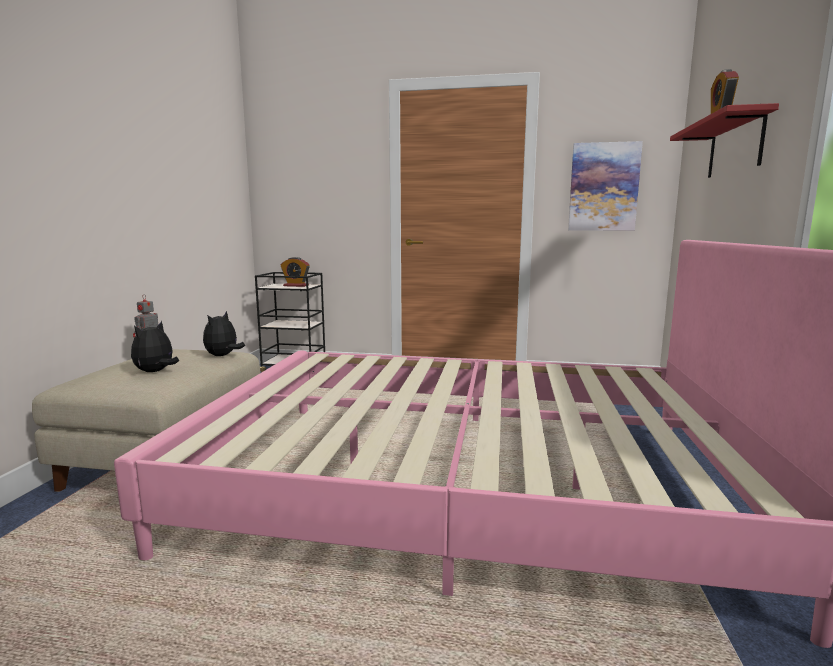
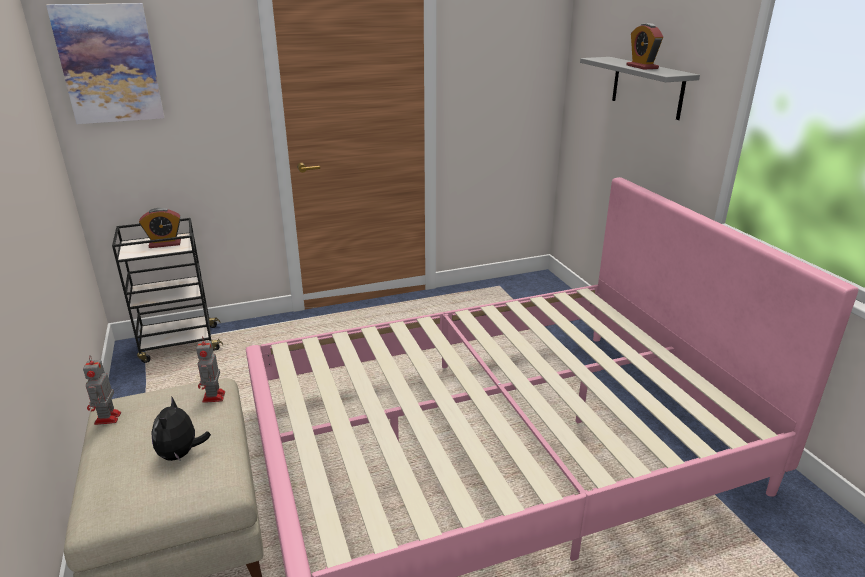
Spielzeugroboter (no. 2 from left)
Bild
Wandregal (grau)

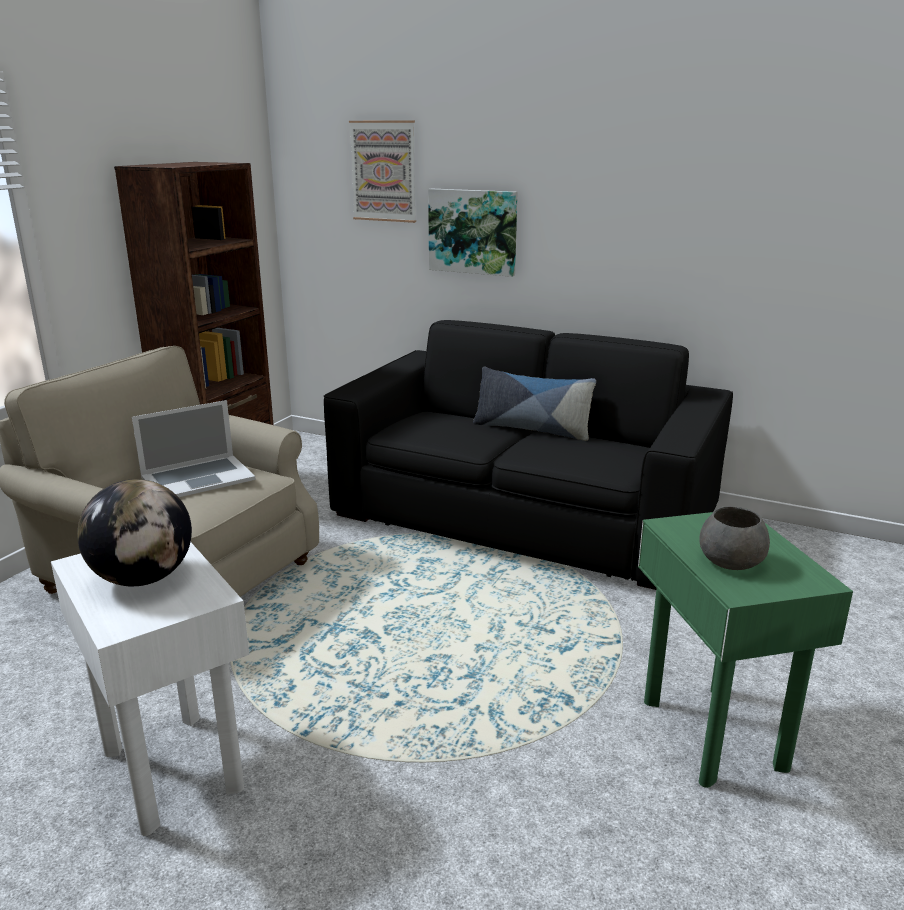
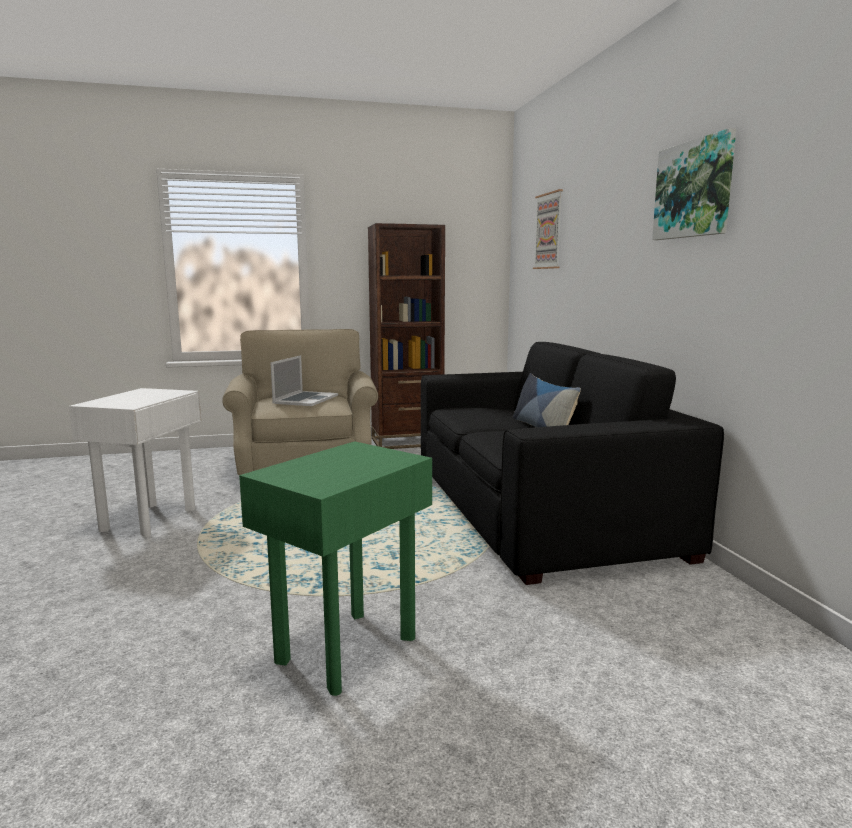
Globus
Laptop
Bild (no. 2 from left)
Schüssel (grau)

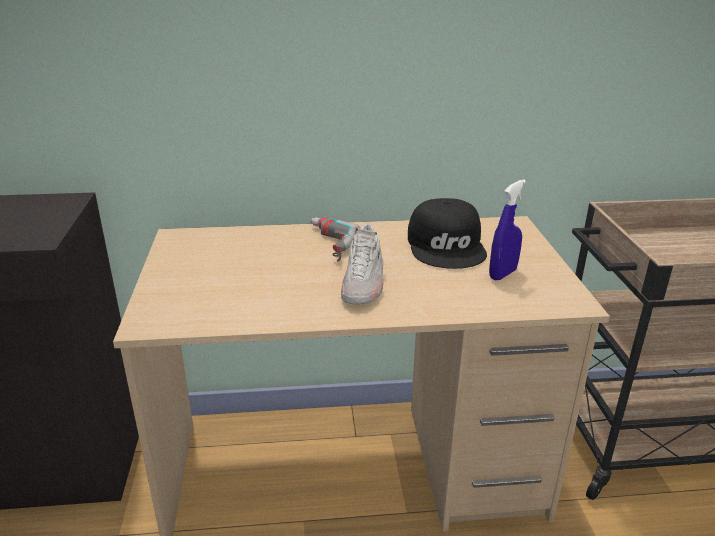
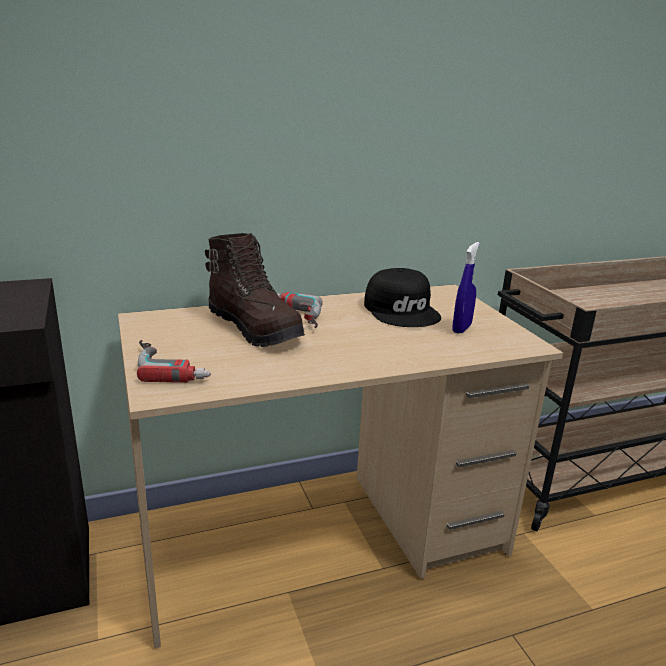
Schuh (weiß)
Bohrmaschine (no. 1 from left)
Stiefel (braun)

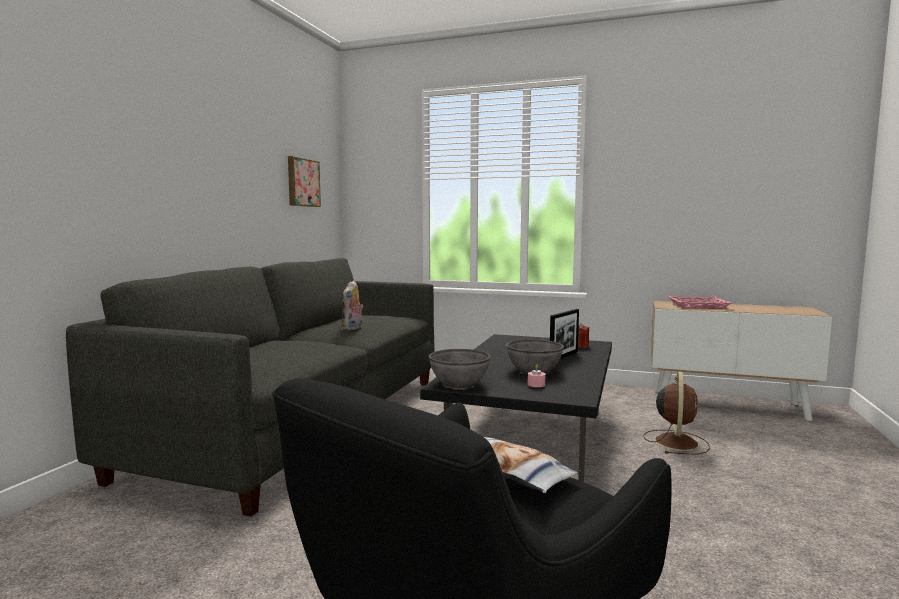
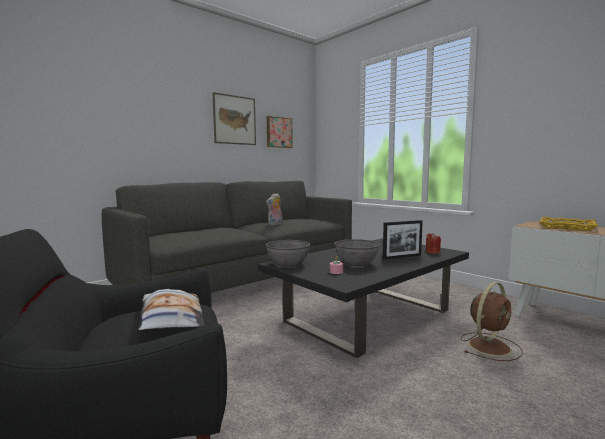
Tablett (gelb)
Bild (no. 1 from left)

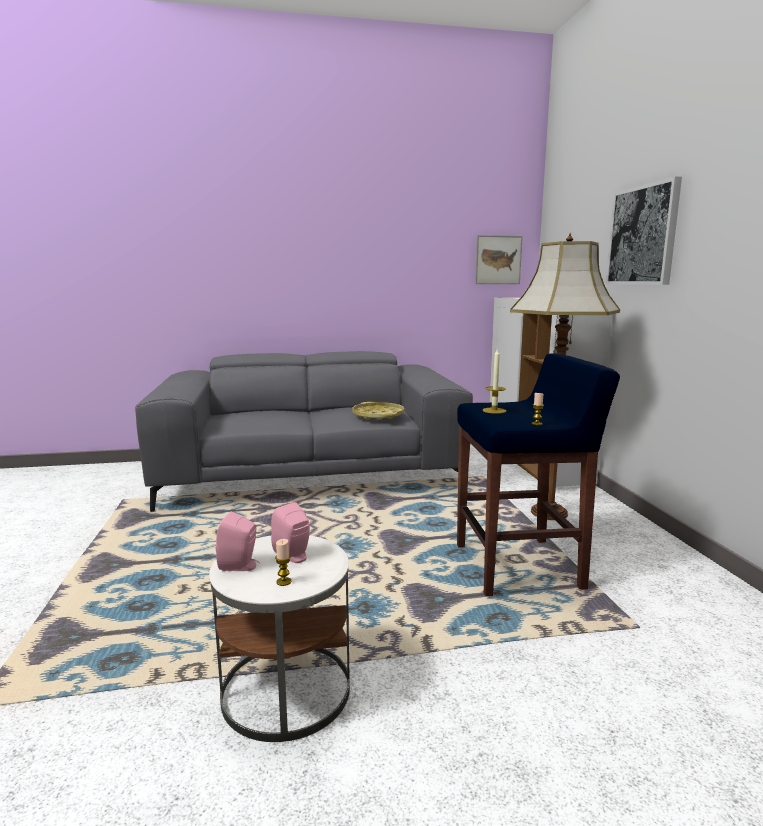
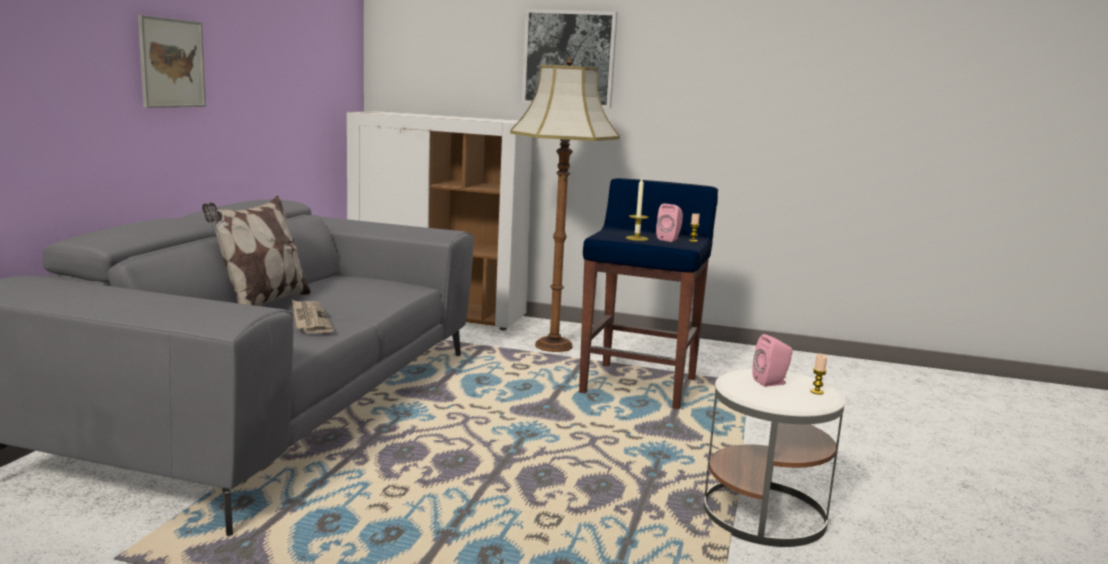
Lautsprecher (rosa) (no. 1 from left)
Tablett (gelb)
Bild (no. 1 from left)
Kissen
Zeitung

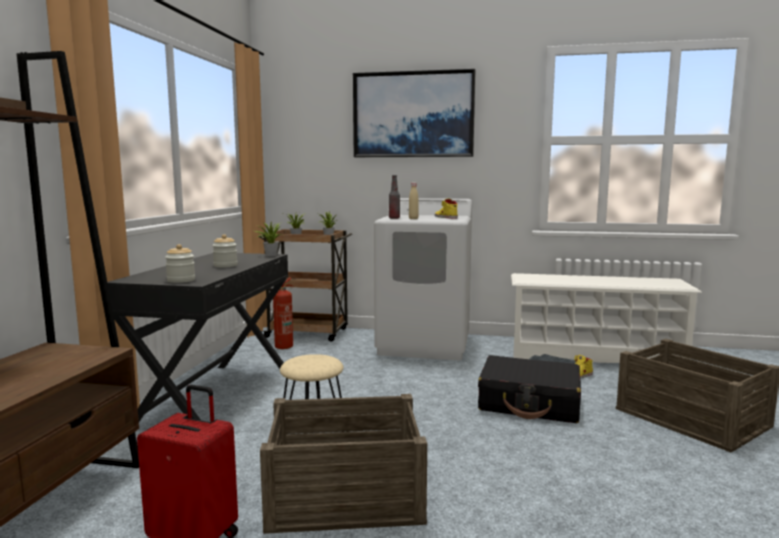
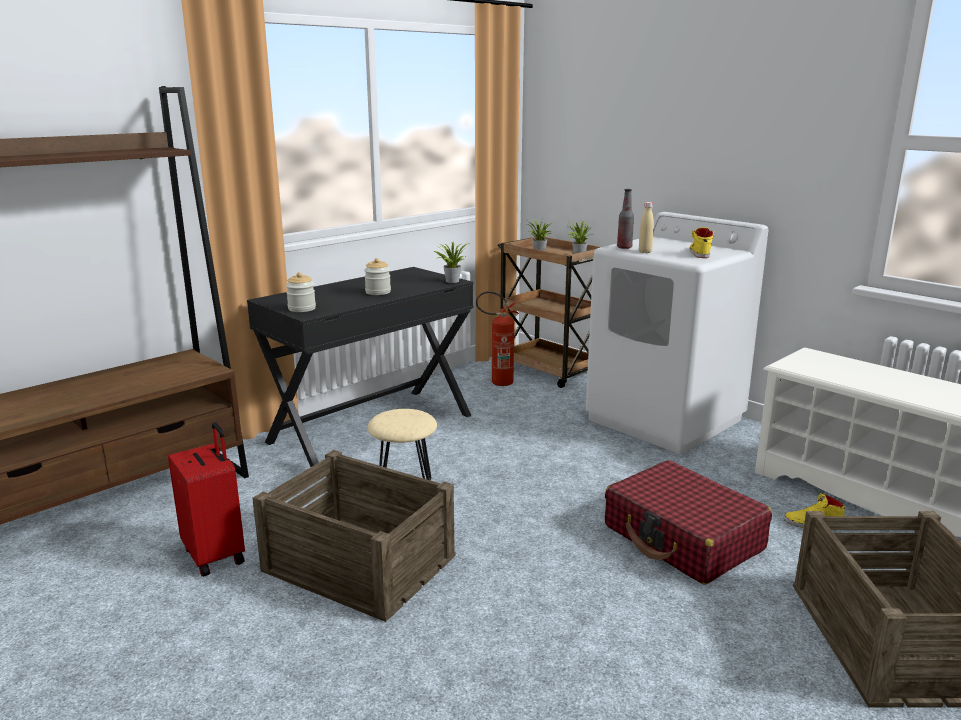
Bild
Koffer (rot) (no. 2 from left)

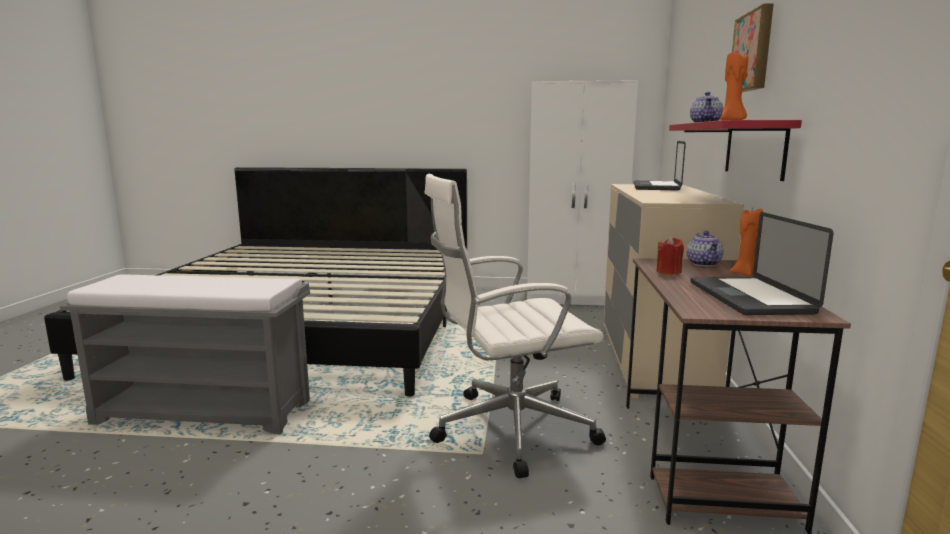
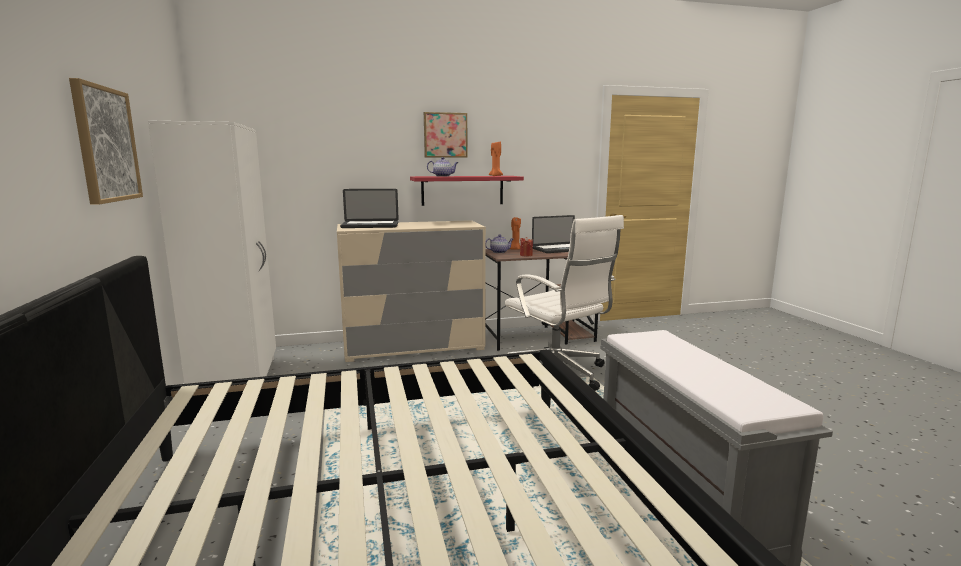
Bild (no. 1 from left)

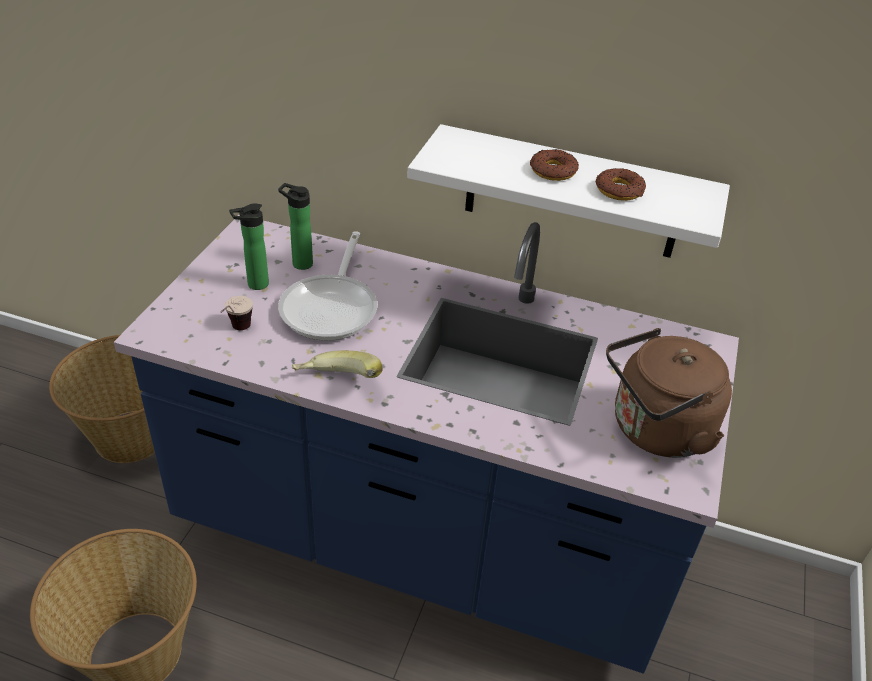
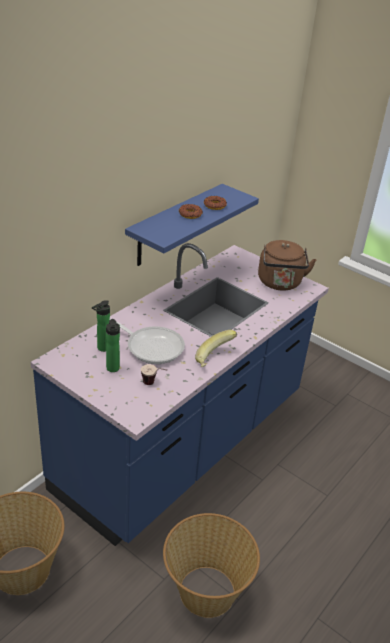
Wandregal (blau)

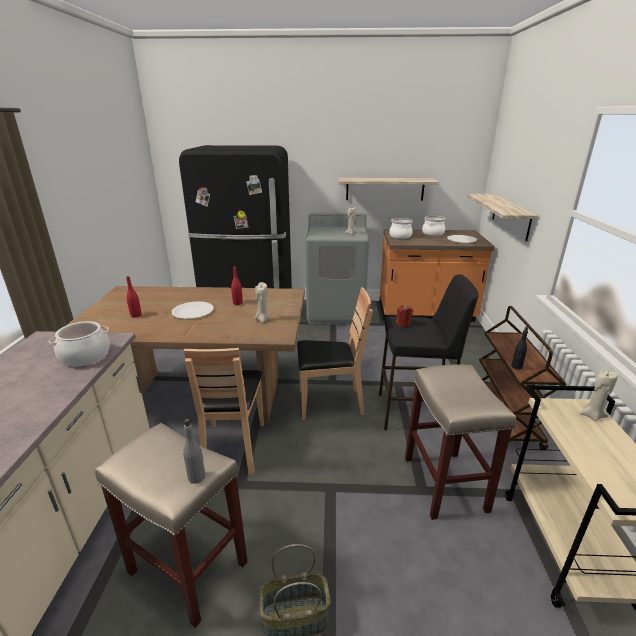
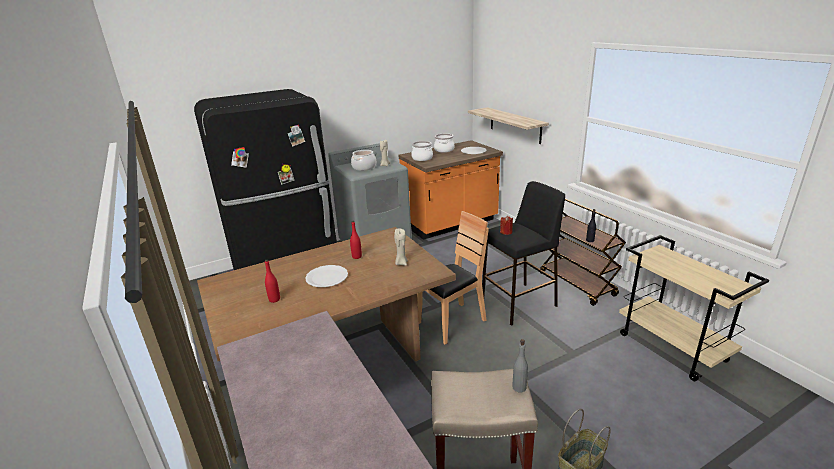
Kochtopf (no. 1 from left)
Stuhl (braun) (no. 1 from left in the first image)
Wandregal (no. 1 from left in the first image)
Hocker (beige) (no. 2 from left in the first image)
Kerze (beige) (no. 3 from left in the first image)

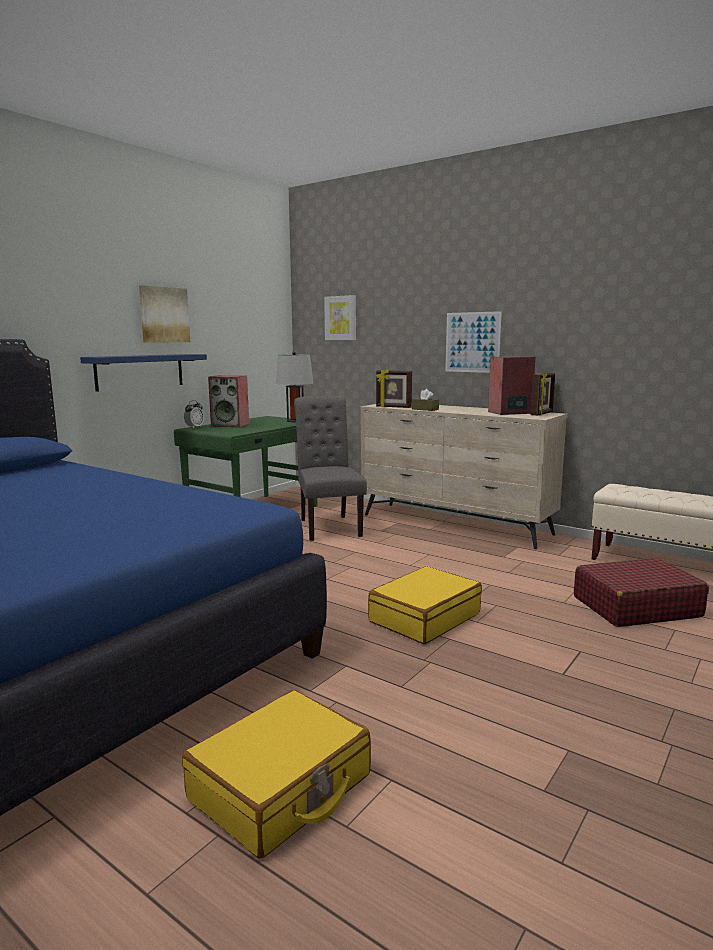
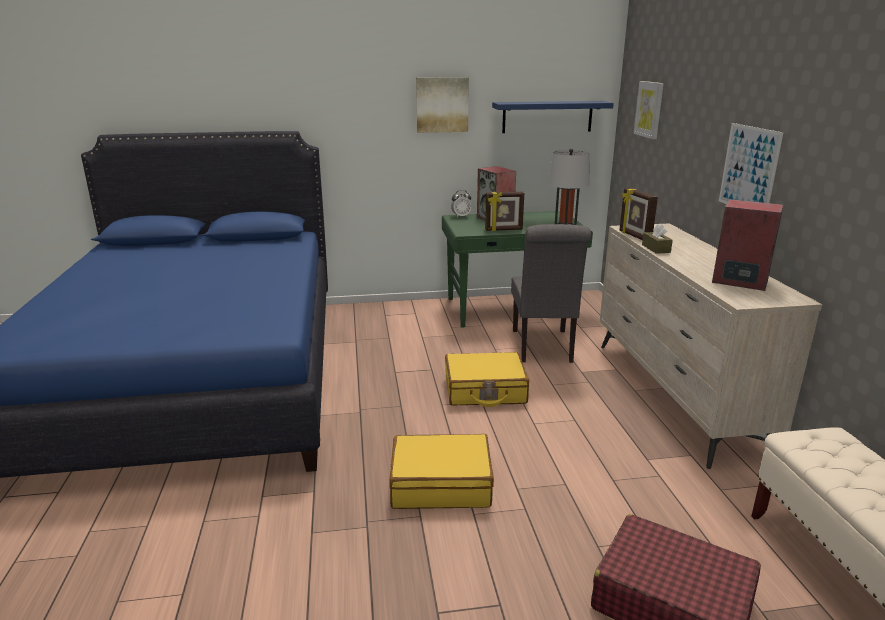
Wandregal (blau)
Koffer (gelb) (no. 2 from left)
Stuhl (grau)
Bilderrahmen (no. 1 from left)

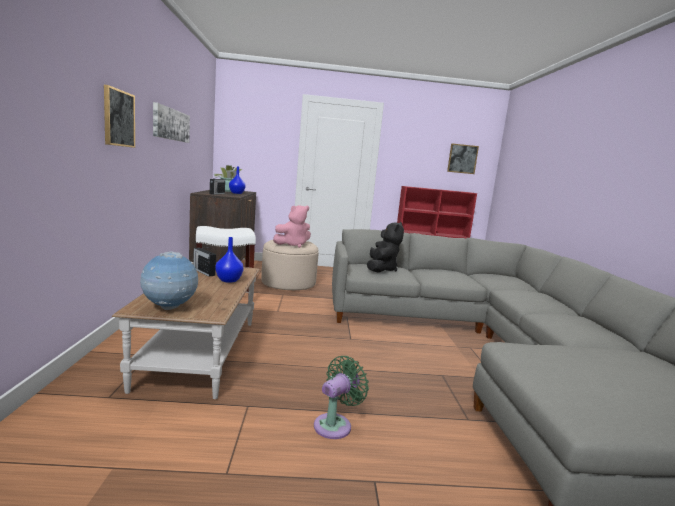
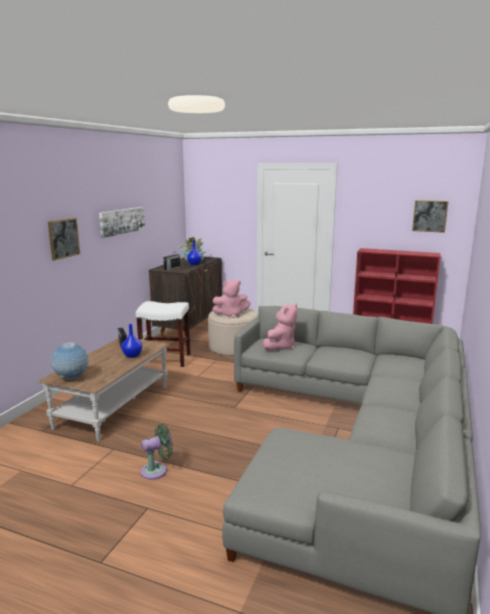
Plüschtier (rosa) (no. 2 from left)

